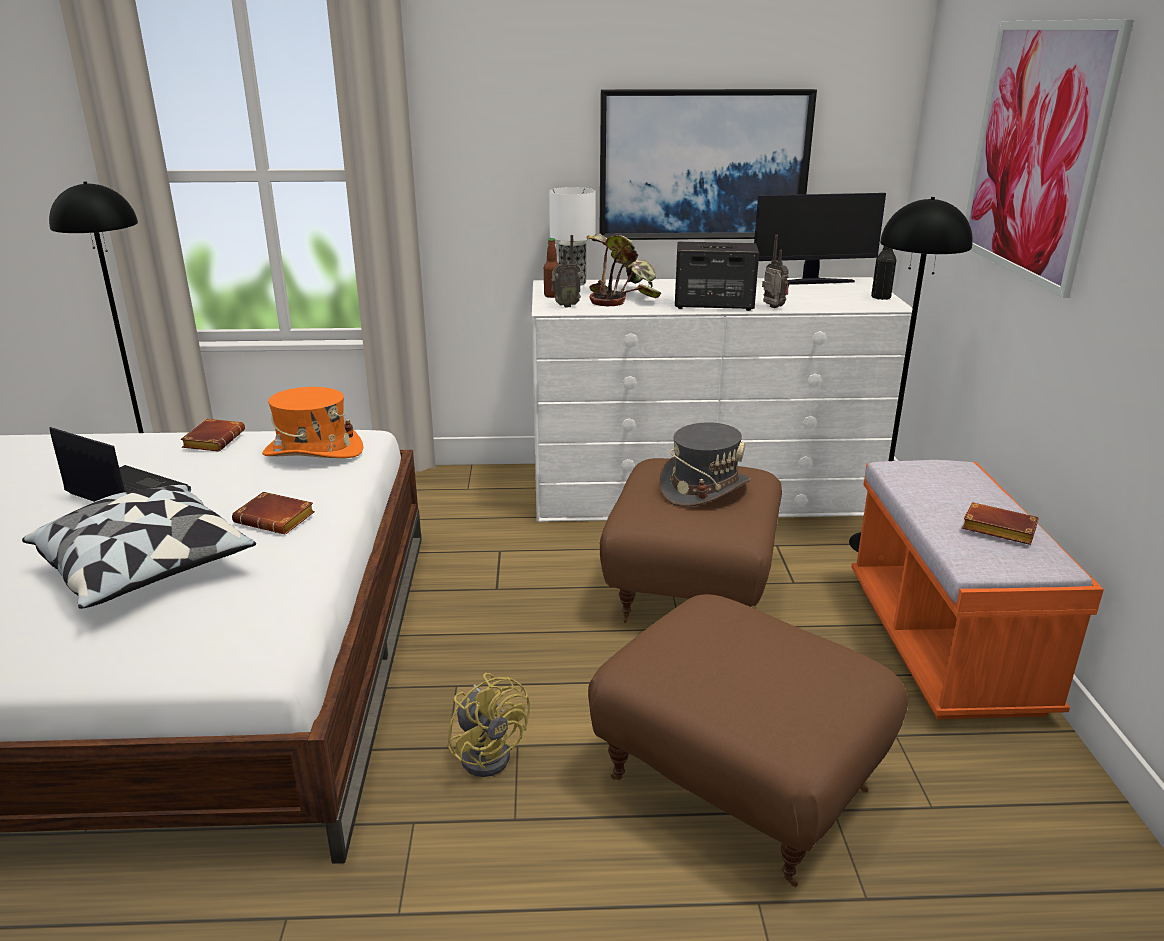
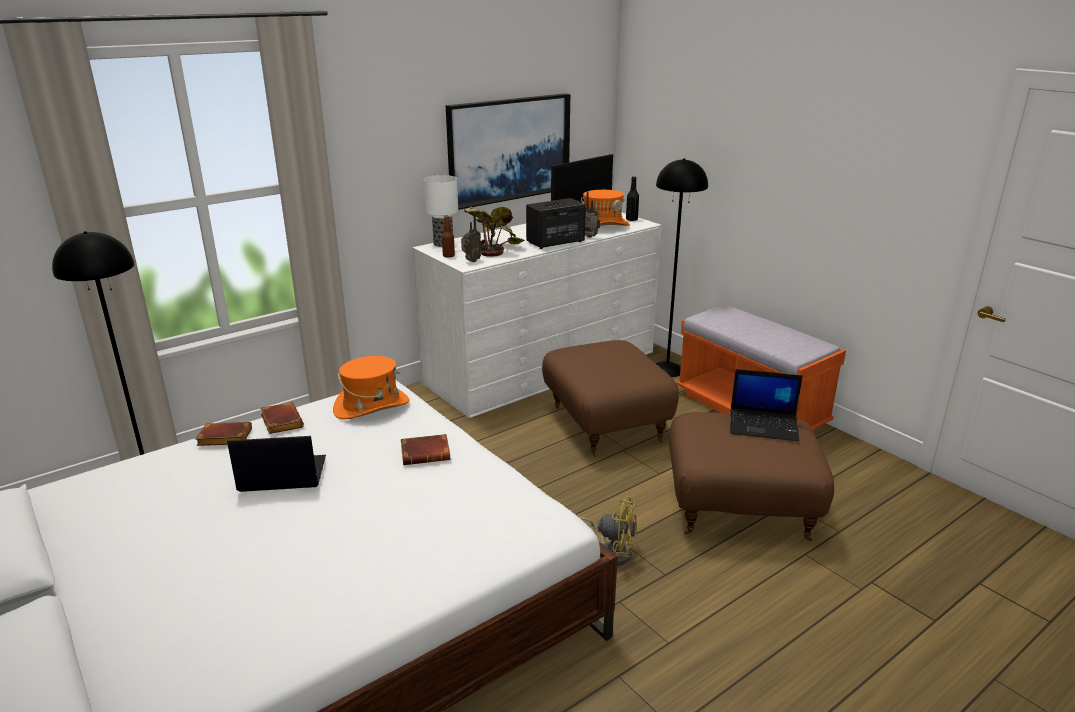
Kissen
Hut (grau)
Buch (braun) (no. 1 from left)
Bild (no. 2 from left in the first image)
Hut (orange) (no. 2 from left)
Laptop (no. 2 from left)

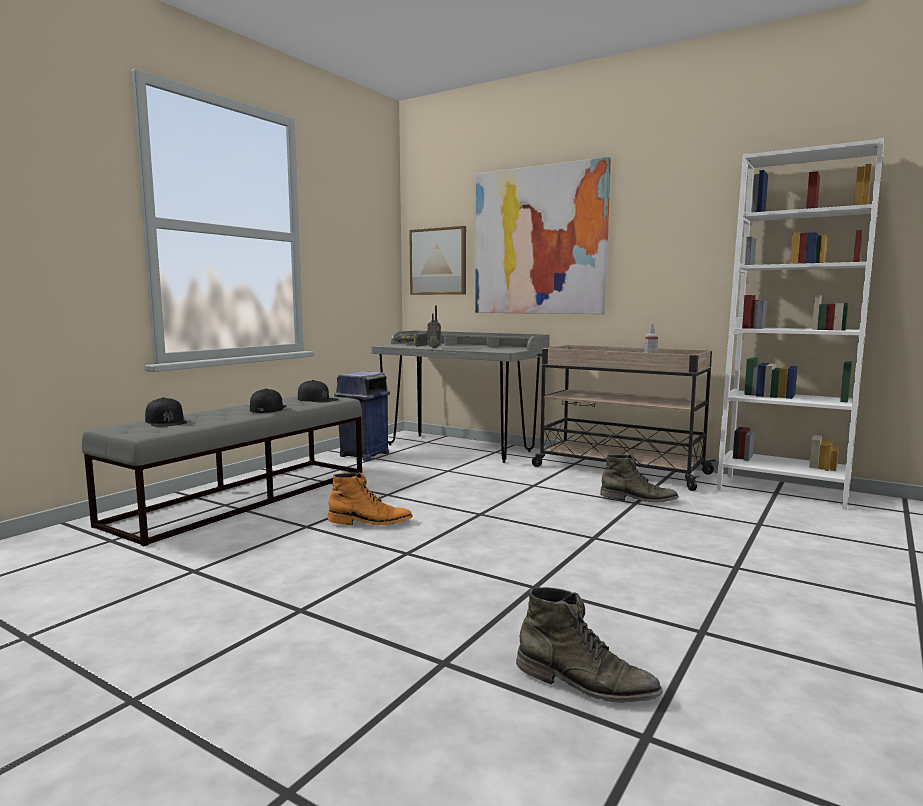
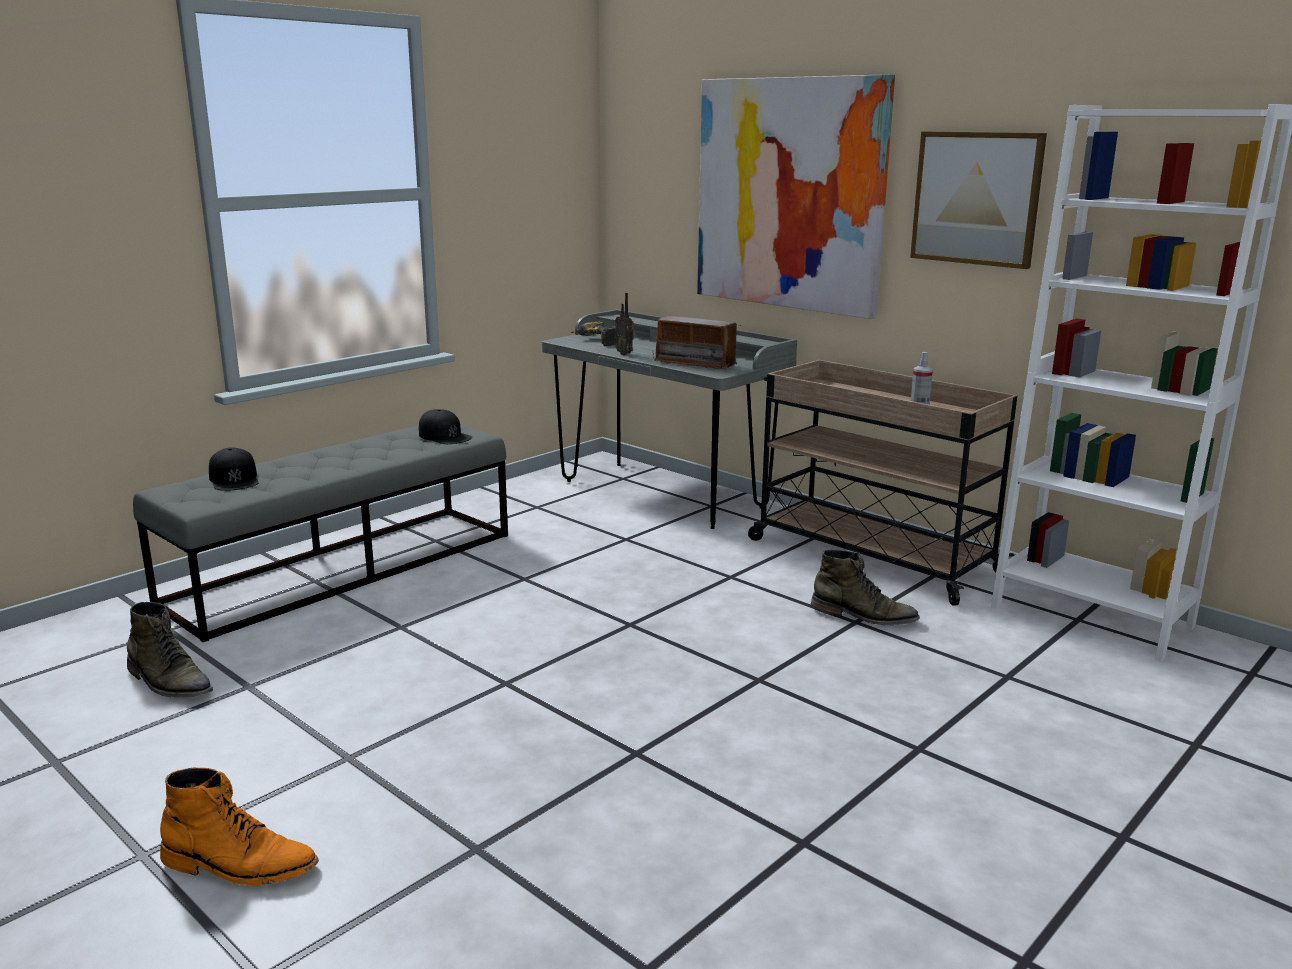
Kappe (schwarz) (no. 2 from left in the first image)
Stiefel (orange)
Mülleimer (blau)
Bild (no. 2 from left)
Stiefel (grün) (no. 1 from left)
Radio (no. 2 from left)

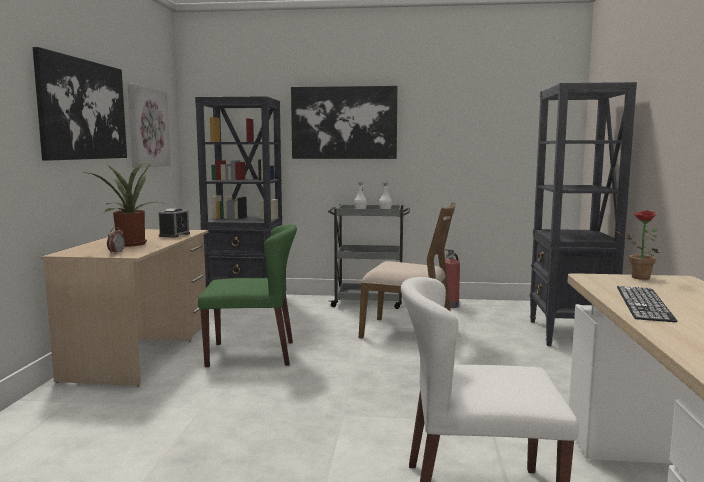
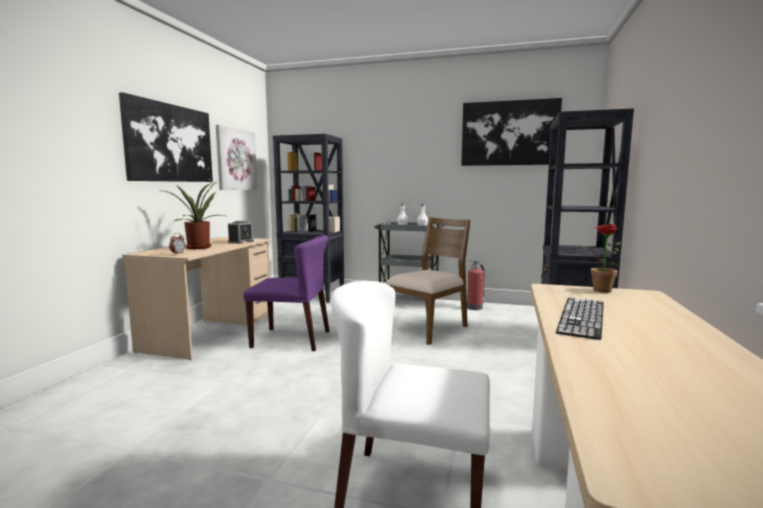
Stuhl (lila)
Bild (no. 3 from left)
Stuhl (braun)

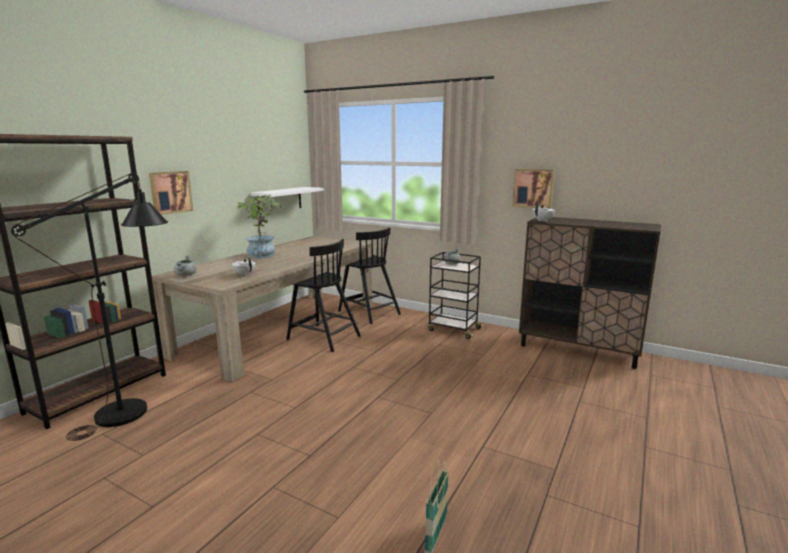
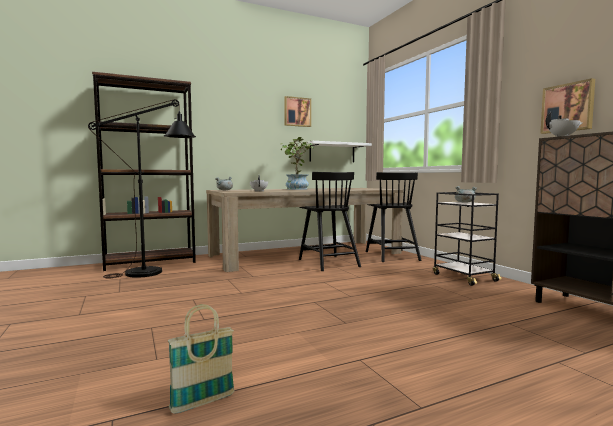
Bild (no. 1 from left)

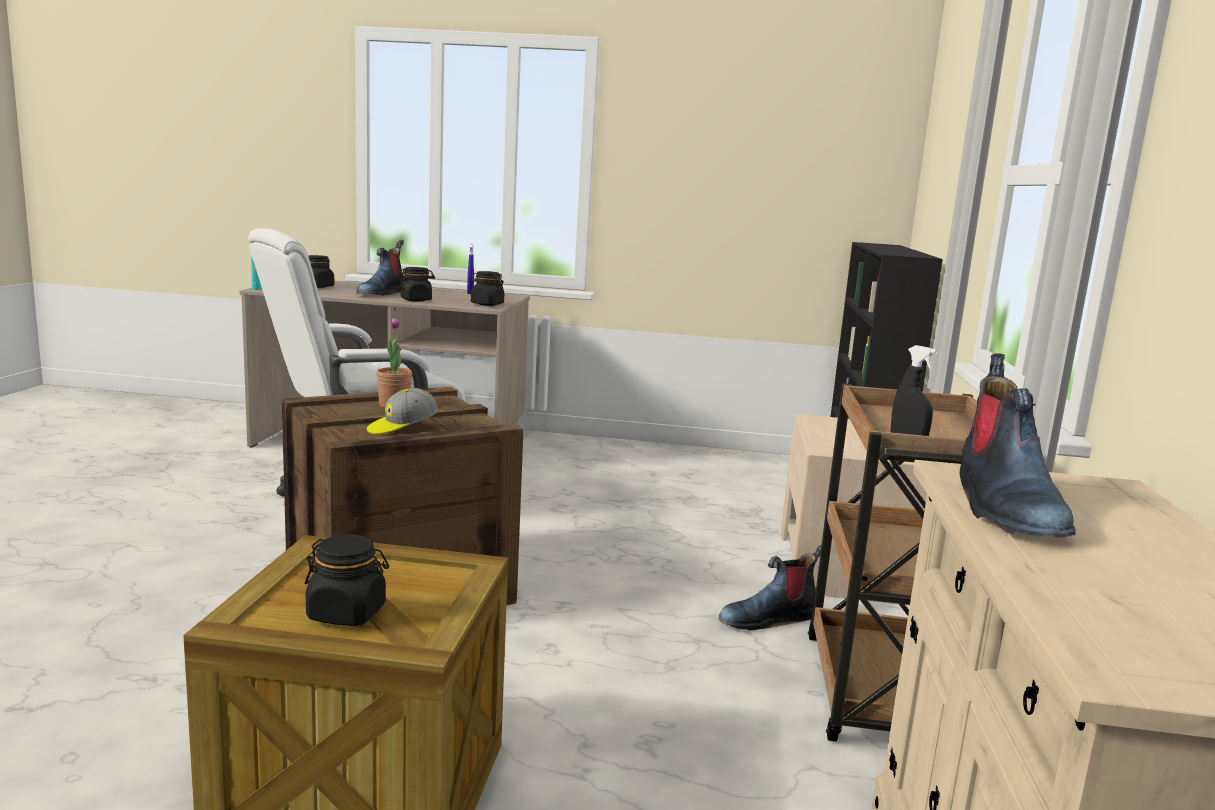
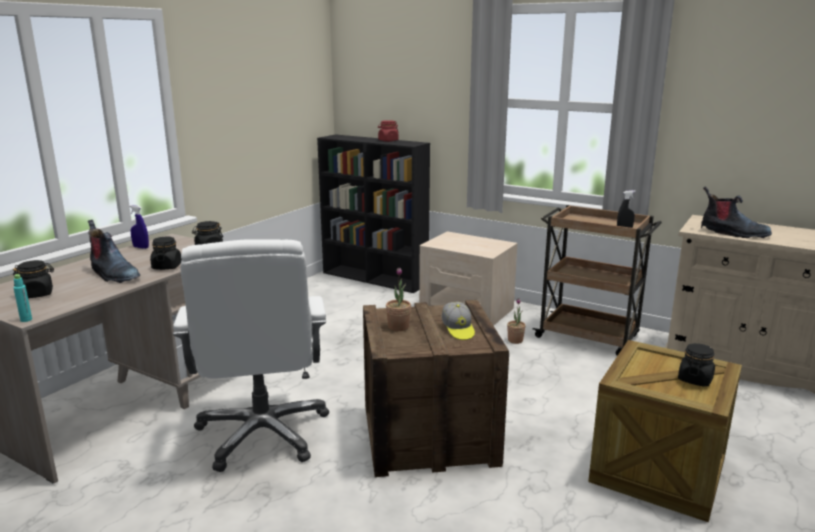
Topfpflanze (no. 2 from left)
Vorratsglas (rot)

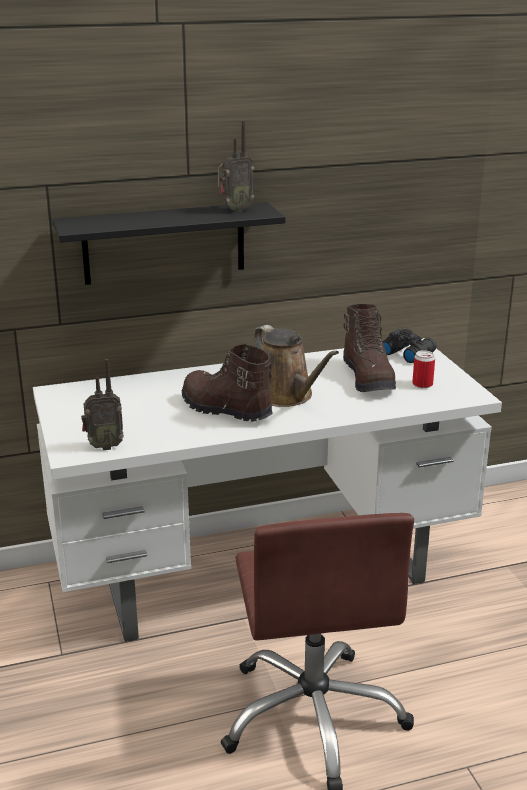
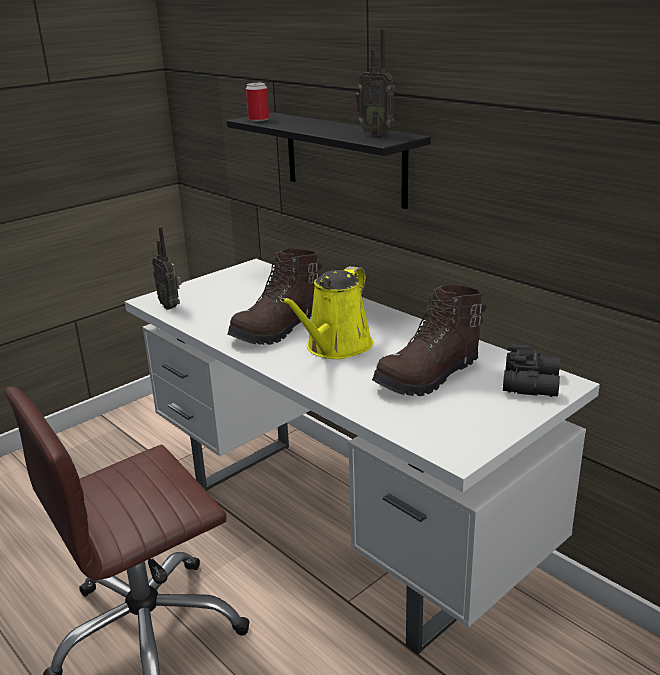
Stiefel (braun) (no. 1 from left)
Gießkanne (gelb)
Dose

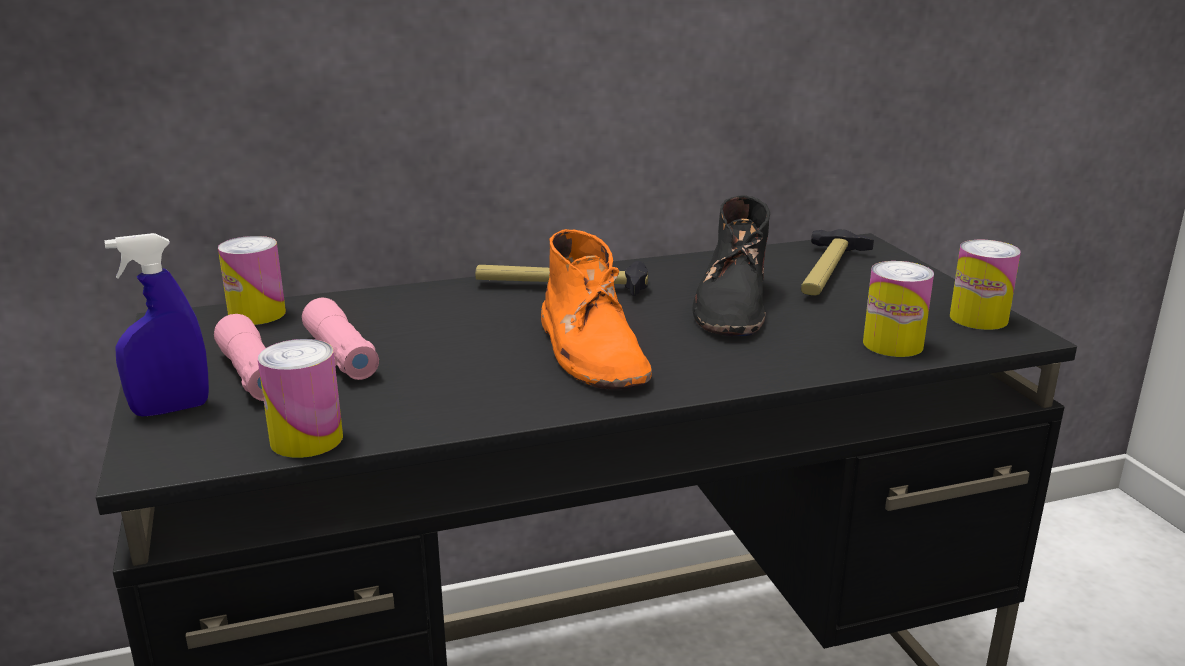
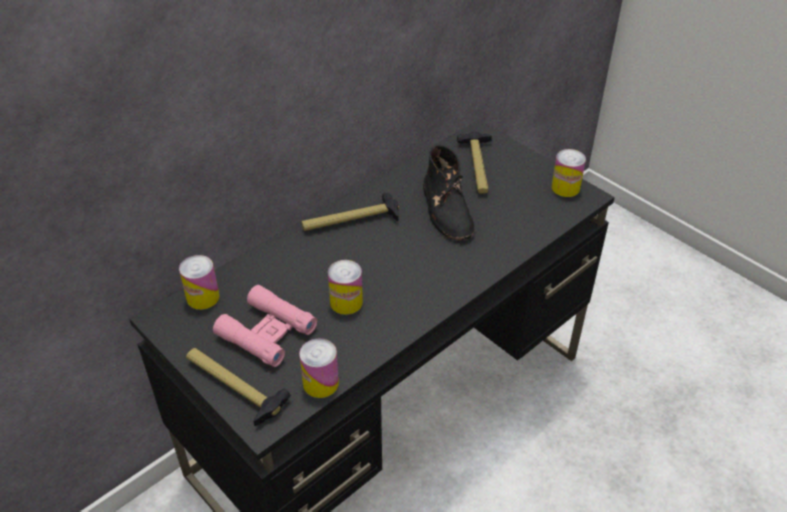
Hammer (no. 1 from left)
Stiefel (orange)
Dose (no. 3 from left)

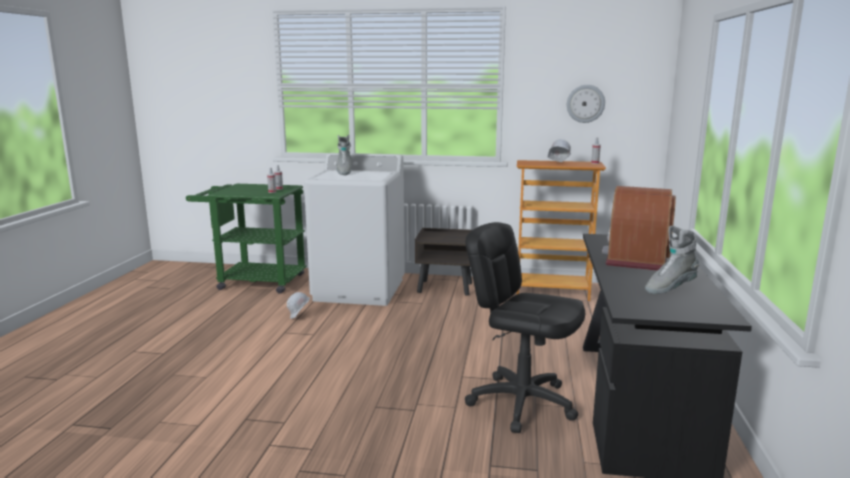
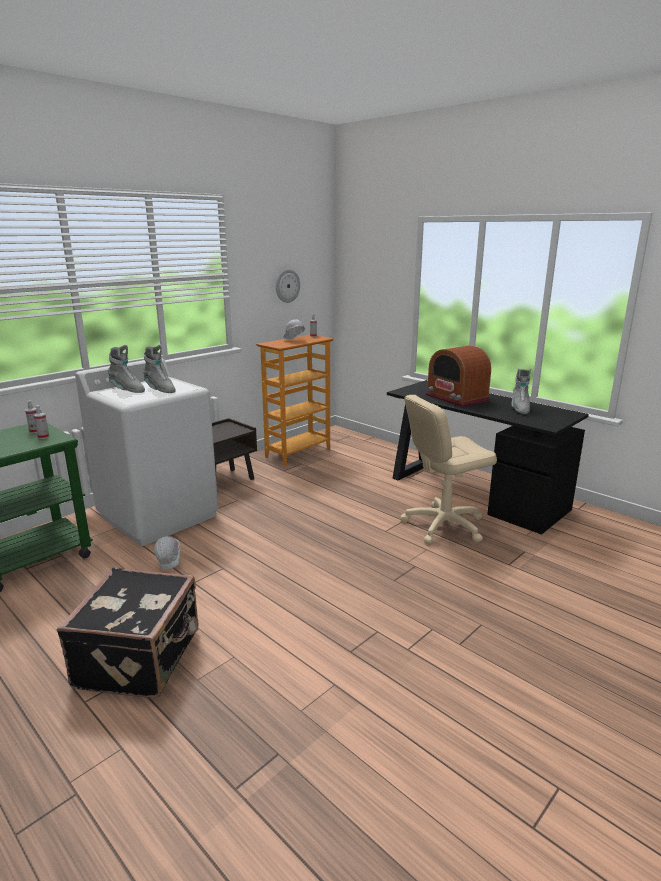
Bürostuhl (beige)
Koffer (schwarz)
Stiefel (grau) (no. 2 from left)

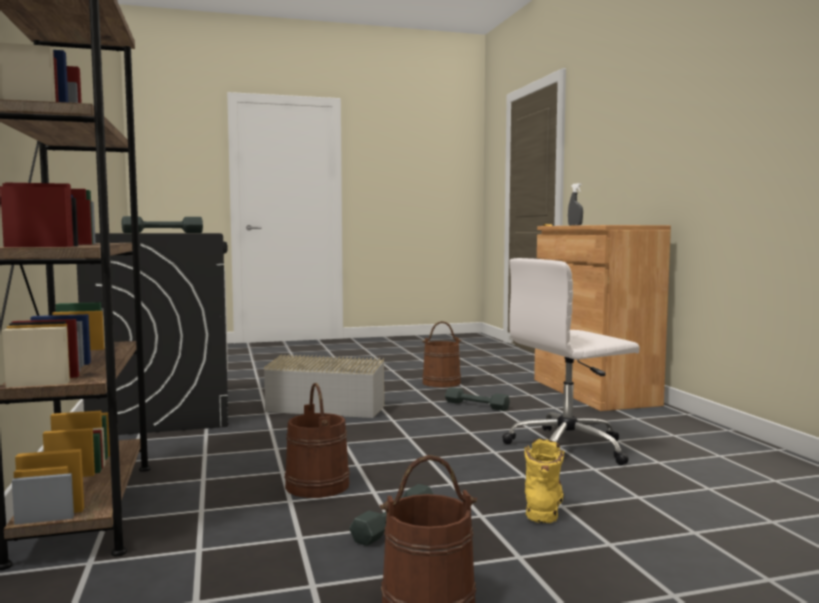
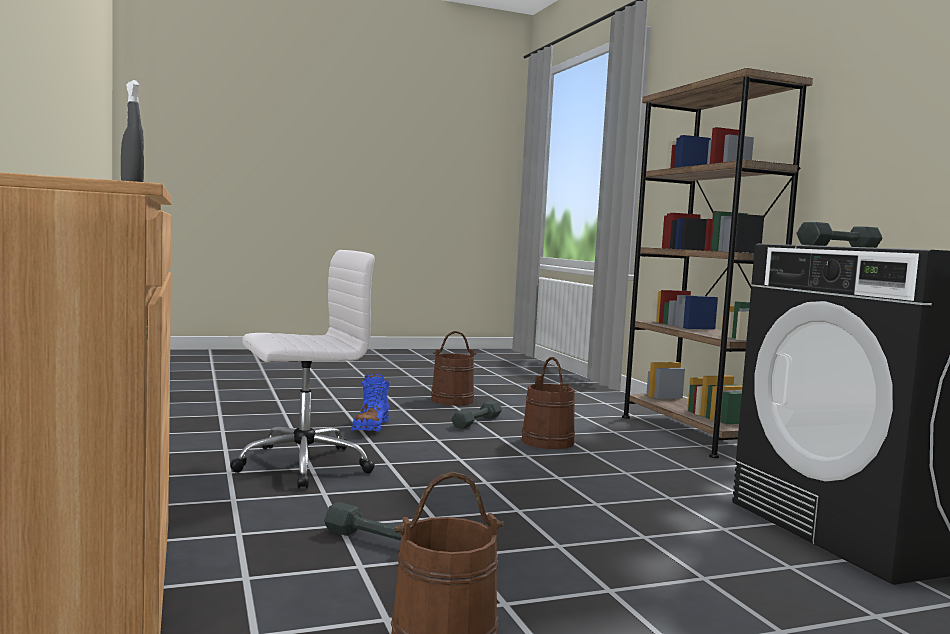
Aufbewahrungsbox (grau)
Stiefel (blau)

